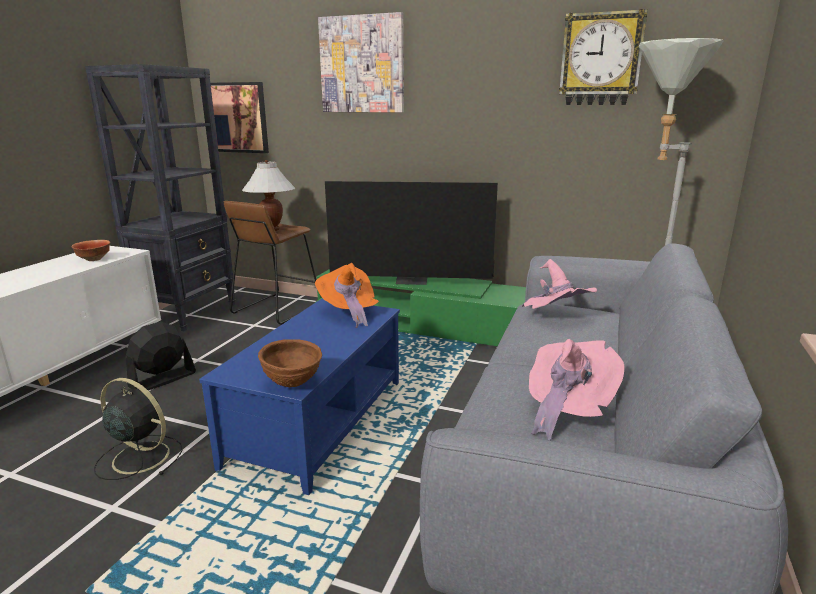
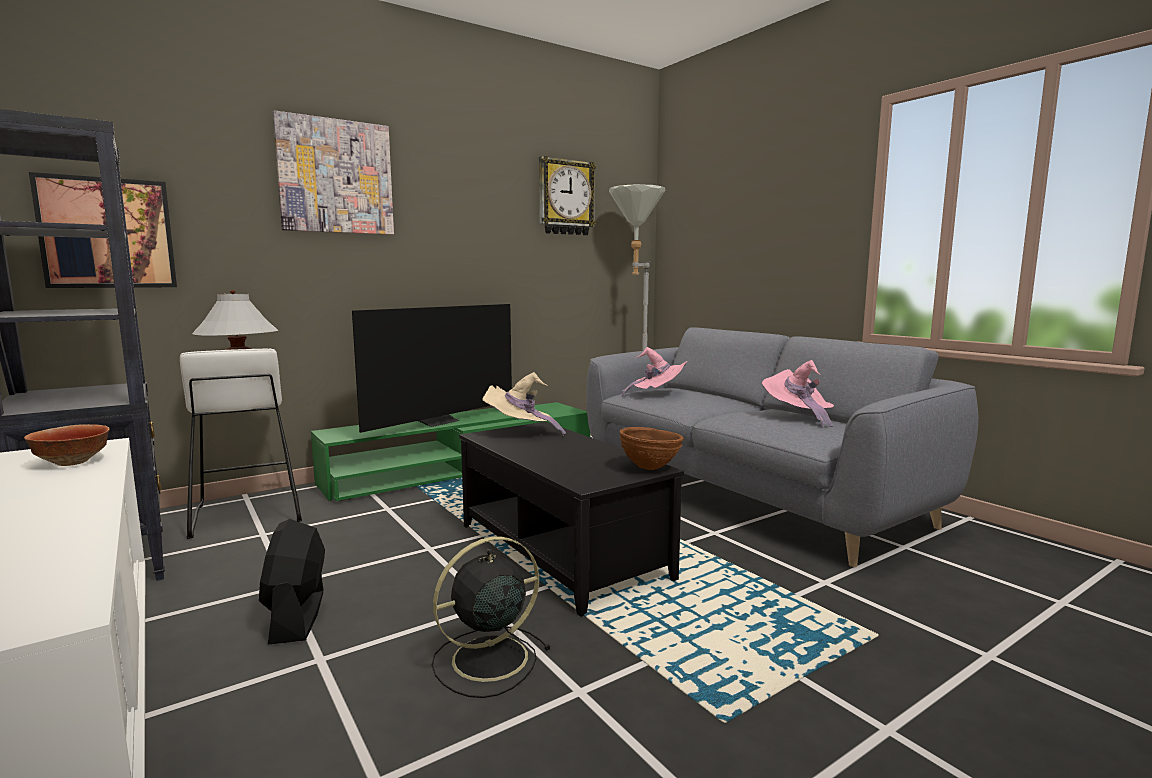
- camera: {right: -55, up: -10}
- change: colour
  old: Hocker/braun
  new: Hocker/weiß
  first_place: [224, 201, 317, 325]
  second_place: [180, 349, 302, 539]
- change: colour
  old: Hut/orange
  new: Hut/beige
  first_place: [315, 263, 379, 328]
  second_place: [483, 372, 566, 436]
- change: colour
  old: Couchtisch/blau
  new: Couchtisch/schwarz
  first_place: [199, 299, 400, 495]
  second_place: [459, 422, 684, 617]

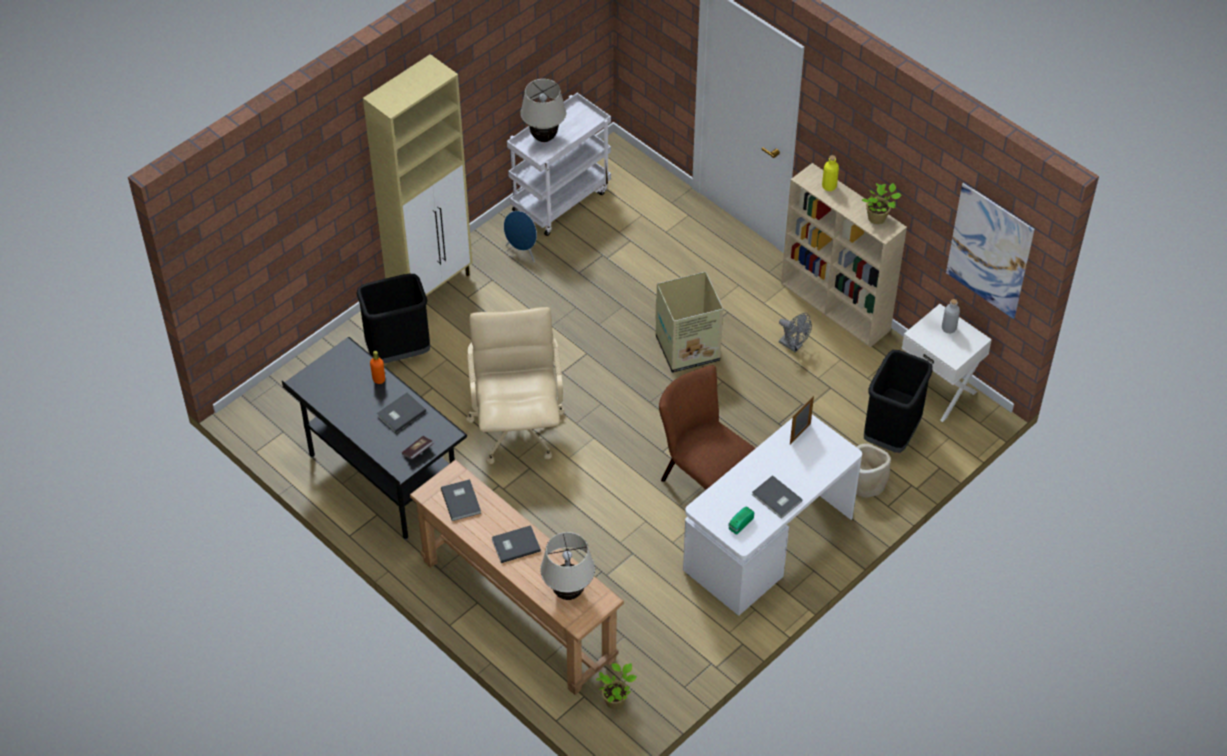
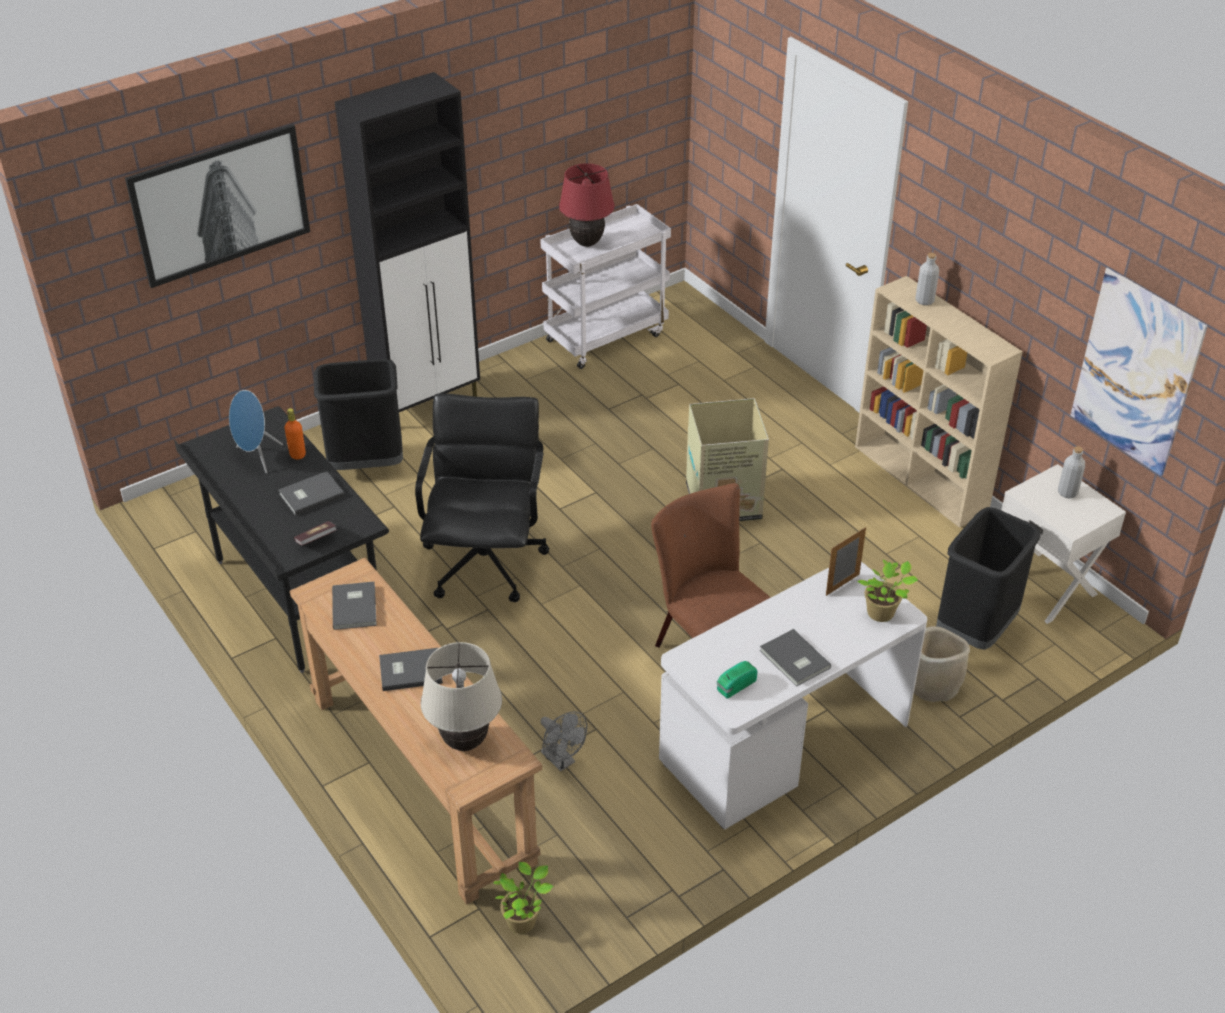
- camera: {right: 10, up: -10}
- change: colour
  old: Schrank/beige
  new: Schrank/schwarz
  first_place: [363, 54, 472, 296]
  second_place: [335, 72, 480, 412]
- change: colour
  old: Tischlampe/beige
  new: Tischlampe/rot
  first_place: [520, 79, 566, 142]
  second_place: [559, 163, 615, 247]
- change: colour
  old: Flasche/gelb
  new: Flasche/grau
  first_place: [822, 155, 839, 191]
  second_place: [916, 253, 939, 305]
- change: relocated
  old: Topfpflanze
  first_place: [861, 183, 902, 224]
  second_place: [857, 560, 918, 622]
- change: relocated
  old: Lautsprecher/blau
  first_place: [504, 211, 537, 262]
  second_place: [229, 390, 283, 473]
- change: colour
  old: Bürostuhl/beige
  new: Bürostuhl/schwarz
  first_place: [466, 307, 564, 464]
  second_place: [415, 393, 550, 602]
- change: relocated
  old: Ventilator/grau
  first_place: [779, 313, 812, 353]
  second_place: [540, 711, 587, 771]
- change: appeared
  new: Bild
  second_place: [125, 124, 310, 288]

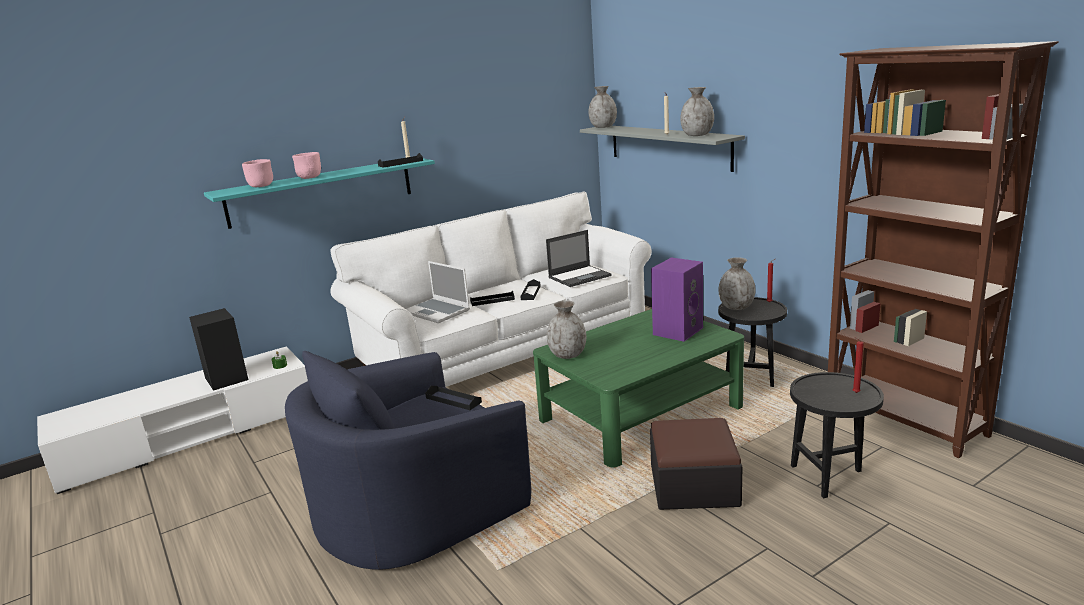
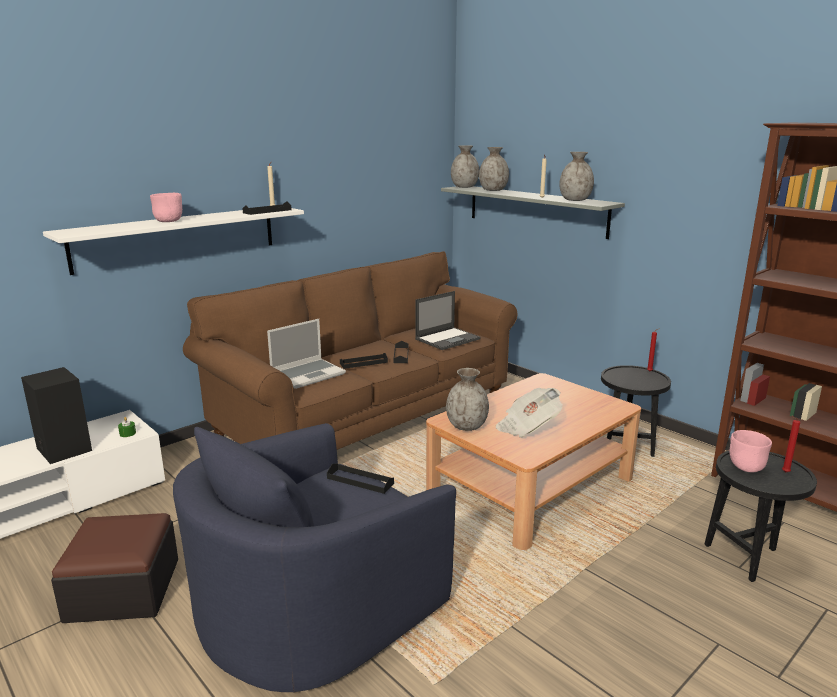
- camera: {right: -10, up: 0}
- change: colour
  old: Wandregal/türkis
  new: Wandregal/weiß
  first_place: [204, 158, 435, 229]
  second_place: [43, 208, 304, 275]
- change: relocated
  old: Schüssel/rosa
  first_place: [242, 159, 273, 187]
  second_place: [730, 430, 772, 472]
- change: colour
  old: Sofa/weiß
  new: Sofa/braun
  first_place: [330, 192, 652, 387]
  second_place: [183, 251, 517, 450]
- change: relocated
  old: Vase/grau
  first_place: [718, 257, 755, 310]
  second_place: [479, 147, 509, 191]
- change: missing
  old: Lautsprecher/lila
  first_place: [651, 258, 703, 342]
- change: spun
  old: Laptop
  first_place: [406, 261, 470, 323]
  second_place: [267, 319, 346, 389]
  degrees: -75
- change: colour
  old: Couchtisch/grün
  new: Couchtisch/braun
  first_place: [533, 309, 744, 468]
  second_place: [426, 373, 641, 550]
- change: relocated
  old: Polsterhocker
  first_place: [650, 418, 743, 510]
  second_place: [51, 513, 178, 623]
- change: appeared
  new: Zeitung
  second_place: [496, 388, 563, 437]

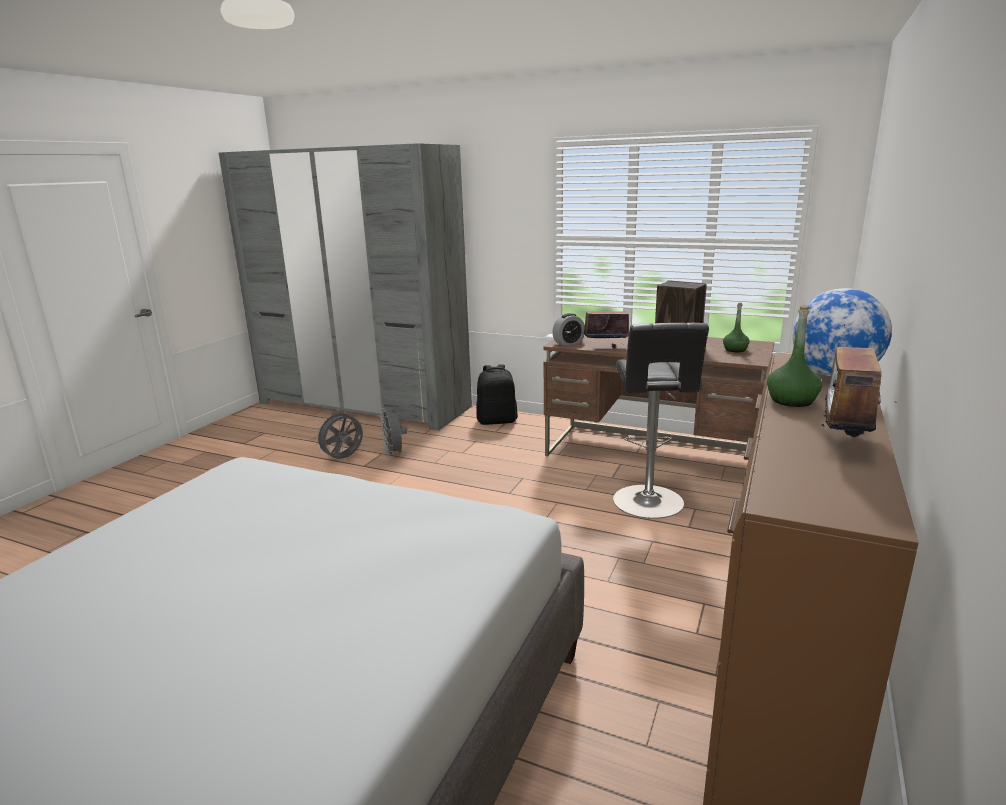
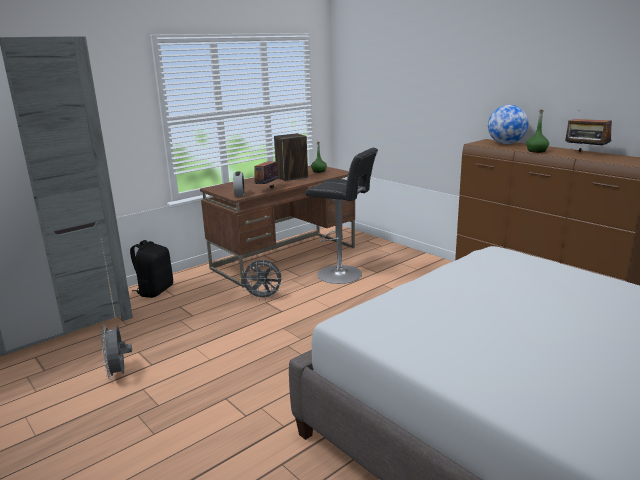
- camera: {right: -65, up: 0}
- change: relocated
  old: Ventilator/grau
  first_place: [379, 408, 407, 458]
  second_place: [240, 260, 283, 300]

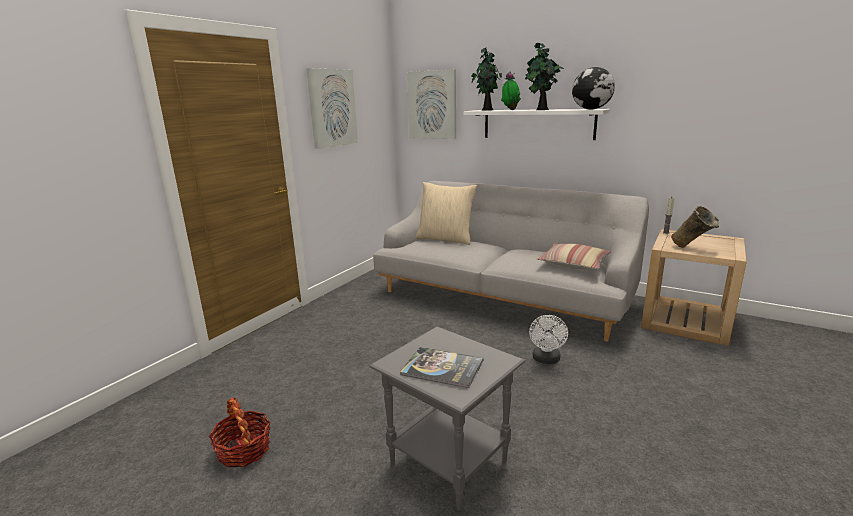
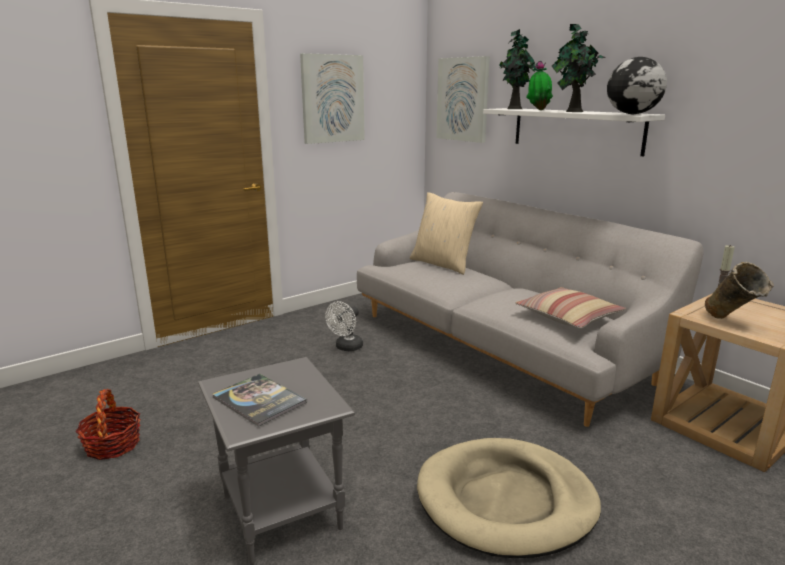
- camera: {right: 20, up: 0}
- change: relocated
  old: Ventilator/weiß
  first_place: [529, 315, 568, 364]
  second_place: [325, 301, 363, 351]
- change: appeared
  new: Hundebett/beige
  second_place: [417, 438, 601, 558]

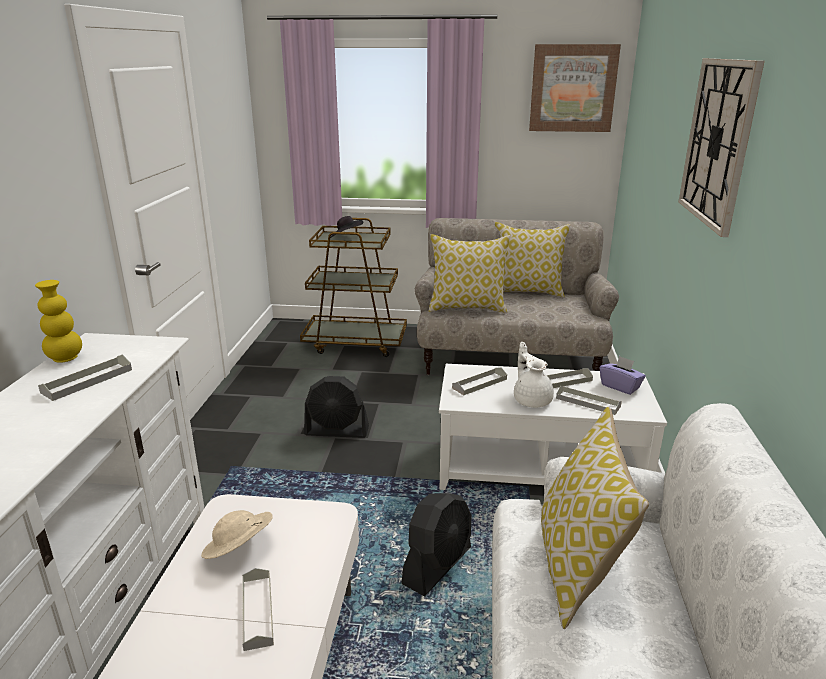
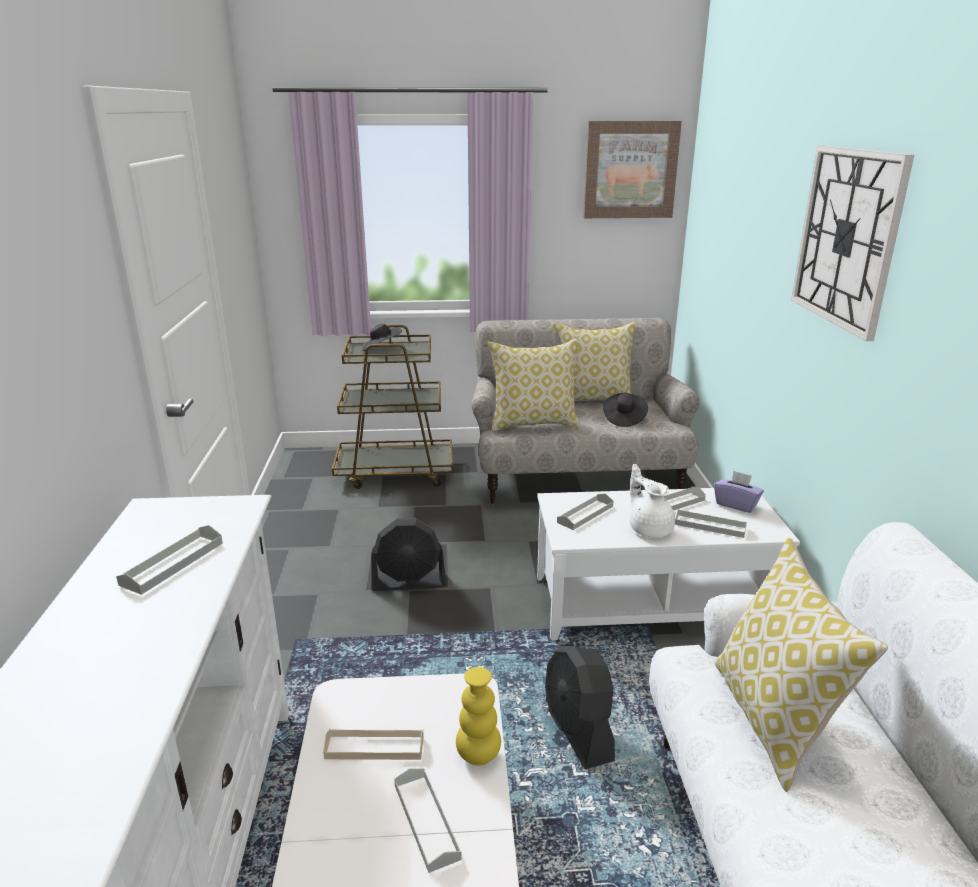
- camera: {right: -10, up: 0}
- change: relocated
  old: Vase/gelb
  first_place: [35, 280, 82, 363]
  second_place: [456, 667, 501, 766]
- change: spun
  old: Ventilator/schwarz
  first_place: [401, 493, 472, 597]
  second_place: [545, 646, 615, 769]
  degrees: 135
- change: exchanged
  old: Hut/beige
  new: Tablett/beige
  first_place: [201, 510, 273, 559]
  second_place: [323, 729, 424, 760]
- change: appeared
  new: Hut/schwarz
  second_place: [603, 393, 648, 427]

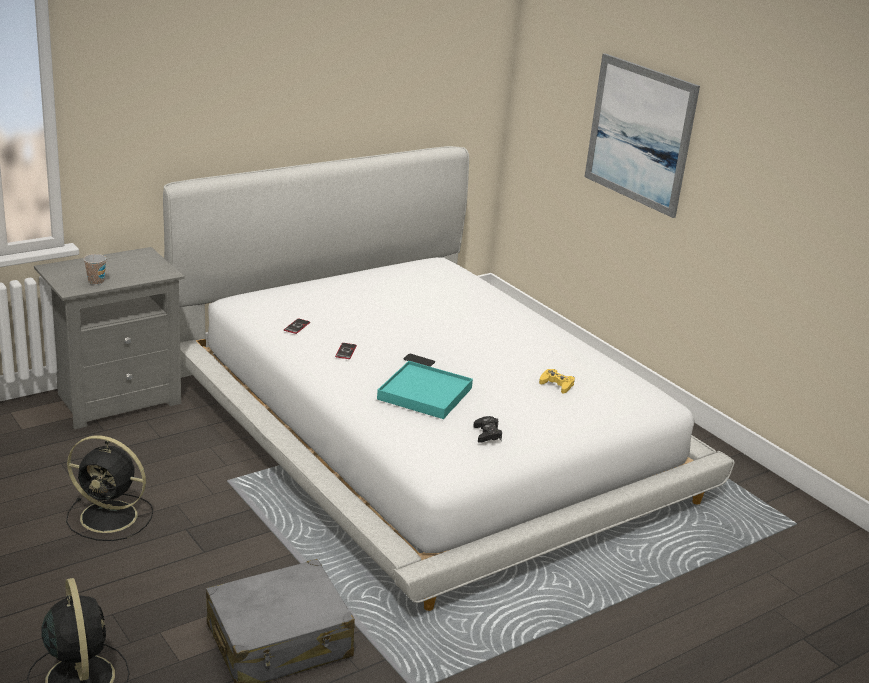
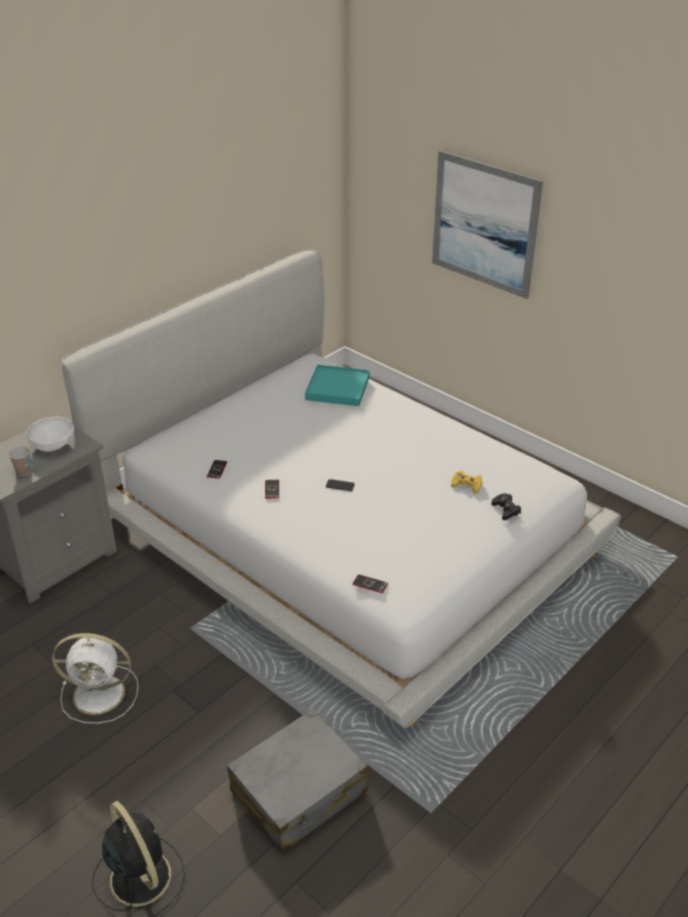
- camera: {right: -10, up: 10}
- change: relocated
  old: Tablett/türkis
  first_place: [377, 361, 473, 419]
  second_place: [305, 365, 370, 406]
- change: relocated
  old: Gamepad/schwarz
  first_place: [473, 416, 502, 443]
  second_place: [491, 493, 521, 520]
- change: colour
  old: Ventilator/schwarz
  new: Ventilator/weiß
  first_place: [66, 435, 153, 541]
  second_place: [52, 633, 138, 724]
- change: appeared
  new: Schüssel/weiß
  second_place: [27, 417, 74, 452]
- change: appeared
  new: Handy
  second_place: [353, 574, 388, 593]

